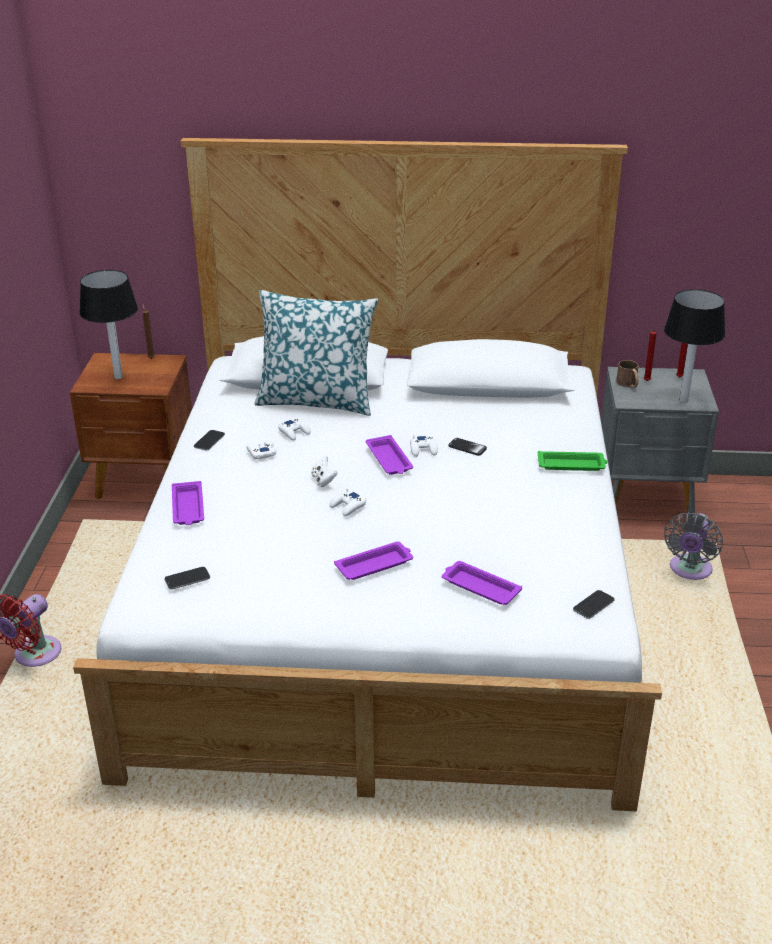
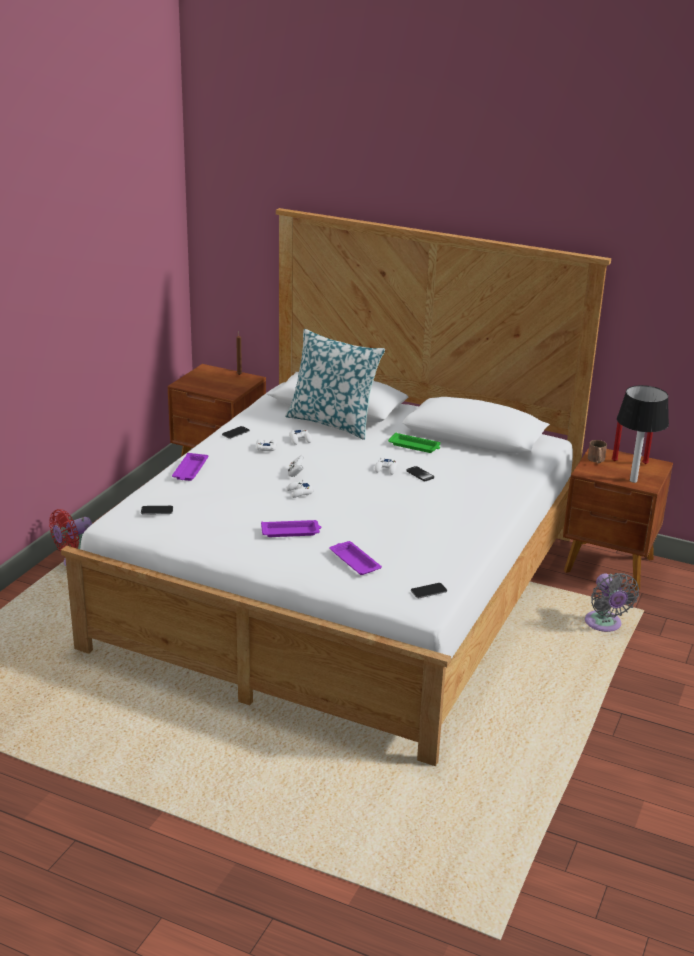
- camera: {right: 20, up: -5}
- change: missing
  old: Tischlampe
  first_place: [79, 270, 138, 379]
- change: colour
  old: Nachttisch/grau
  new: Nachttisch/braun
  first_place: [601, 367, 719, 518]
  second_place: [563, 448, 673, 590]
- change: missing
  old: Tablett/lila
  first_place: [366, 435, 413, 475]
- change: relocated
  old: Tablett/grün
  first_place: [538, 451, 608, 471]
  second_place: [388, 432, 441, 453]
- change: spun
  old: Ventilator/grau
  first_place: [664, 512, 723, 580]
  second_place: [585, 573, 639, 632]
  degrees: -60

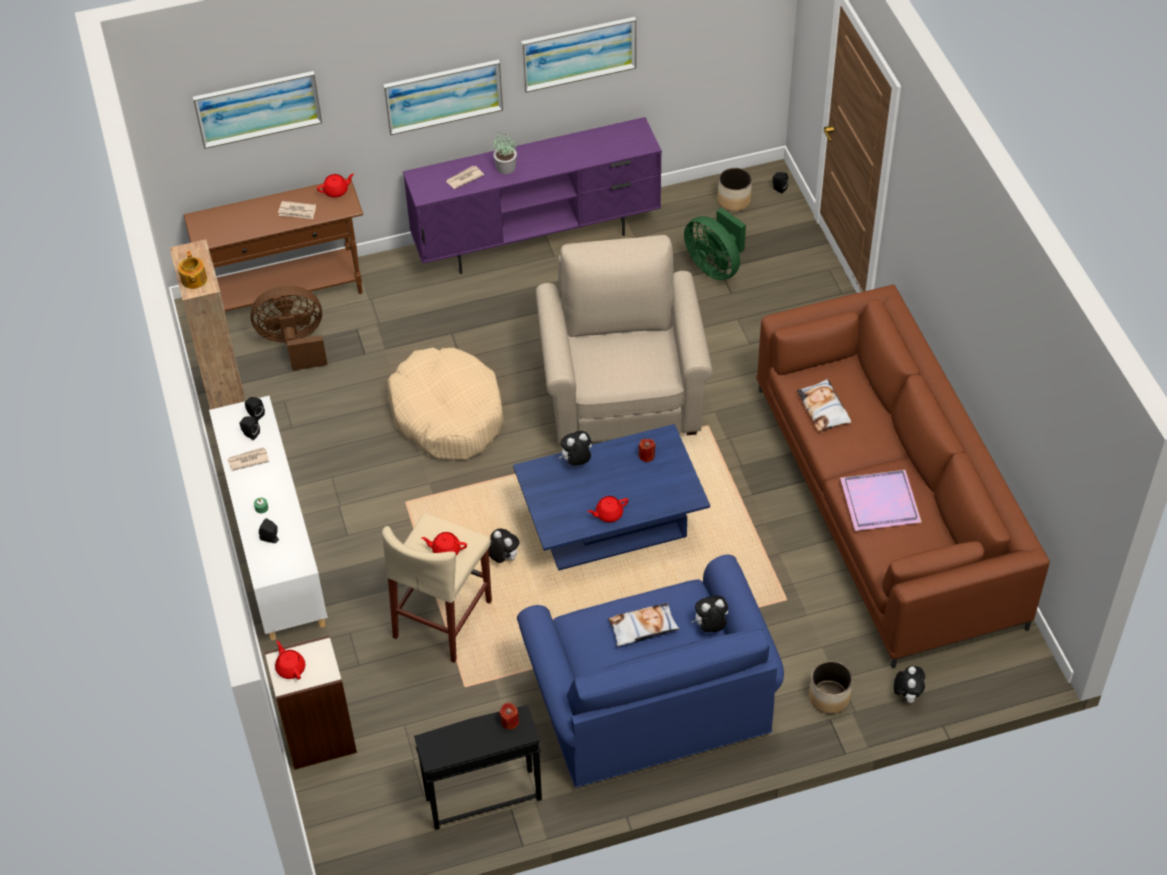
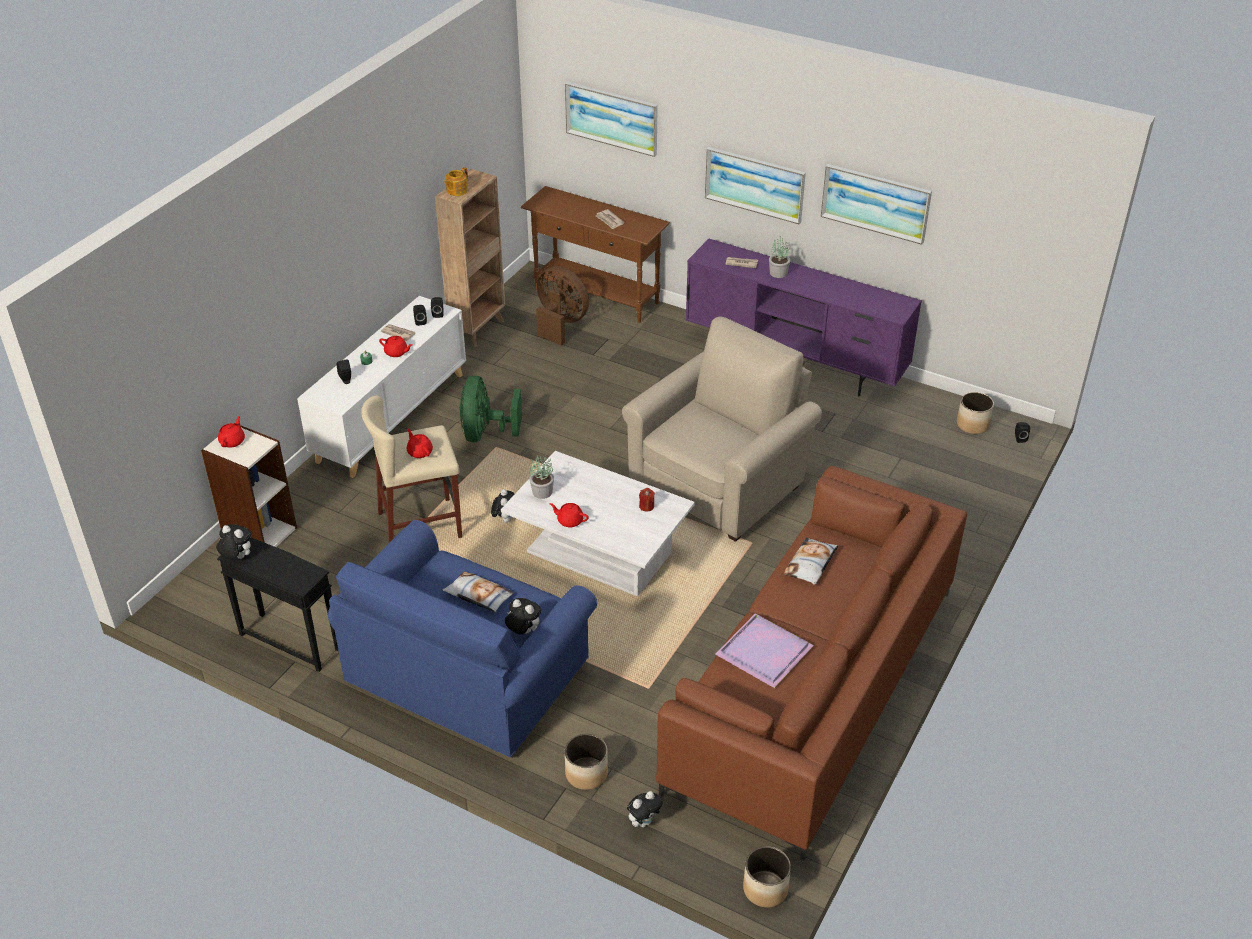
- camera: {right: 45, up: -10}
- change: relocated
  old: Teekanne/rot
  first_place: [317, 173, 354, 198]
  second_place: [379, 336, 412, 357]
- change: relocated
  old: Ventilator/grün
  first_place: [684, 207, 746, 280]
  second_place: [460, 376, 522, 443]
- change: missing
  old: Hundebett/beige
  first_place: [388, 347, 503, 461]
- change: colour
  old: Couchtisch/blau
  new: Couchtisch/weiß
  first_place: [513, 424, 710, 571]
  second_place: [501, 451, 695, 597]
- change: relocated
  old: Plüschtier
  first_place: [559, 431, 592, 466]
  second_place: [216, 524, 251, 559]
- change: missing
  old: Kerze/rot
  first_place: [499, 702, 519, 730]
- change: appeared
  new: Topfpflanze
  second_place: [529, 455, 554, 499]
- change: appeared
  new: Pflanzkübel
  second_place: [743, 846, 791, 907]

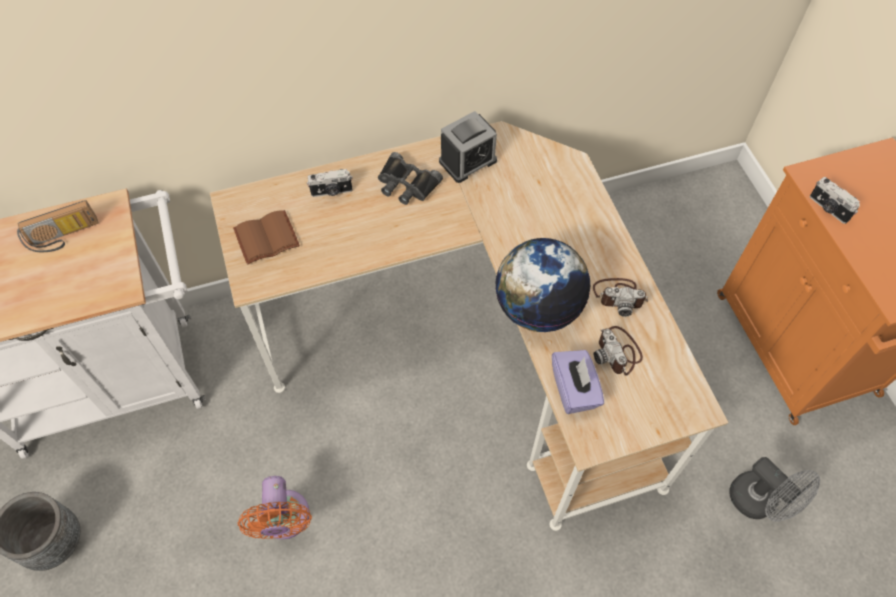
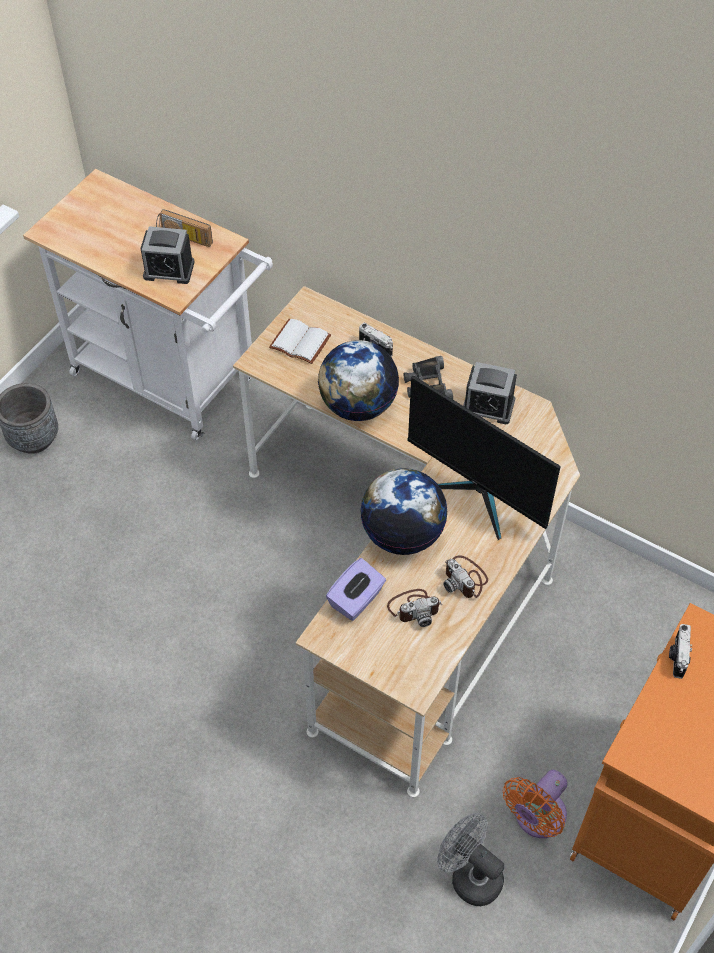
- camera: {right: 50, up: -5}
- change: colour
  old: Buch/braun
  new: Buch/weiß
  first_place: [233, 210, 300, 264]
  second_place: [269, 319, 331, 364]
- change: spun
  old: Kamera
  first_place: [594, 326, 643, 376]
  second_place: [387, 589, 443, 627]
  degrees: -135
- change: spun
  old: Ventilator/grau
  first_place: [729, 457, 820, 522]
  second_place: [437, 813, 504, 906]
  degrees: 120
- change: relocated
  old: Ventilator/orange
  first_place: [238, 476, 312, 540]
  second_place: [503, 770, 568, 838]
- change: appeared
  new: Wecker
  second_place: [141, 226, 195, 284]
- change: appeared
  new: Globus
  second_place: [318, 340, 399, 421]
- change: appeared
  new: Monitor
  second_place: [407, 376, 561, 540]

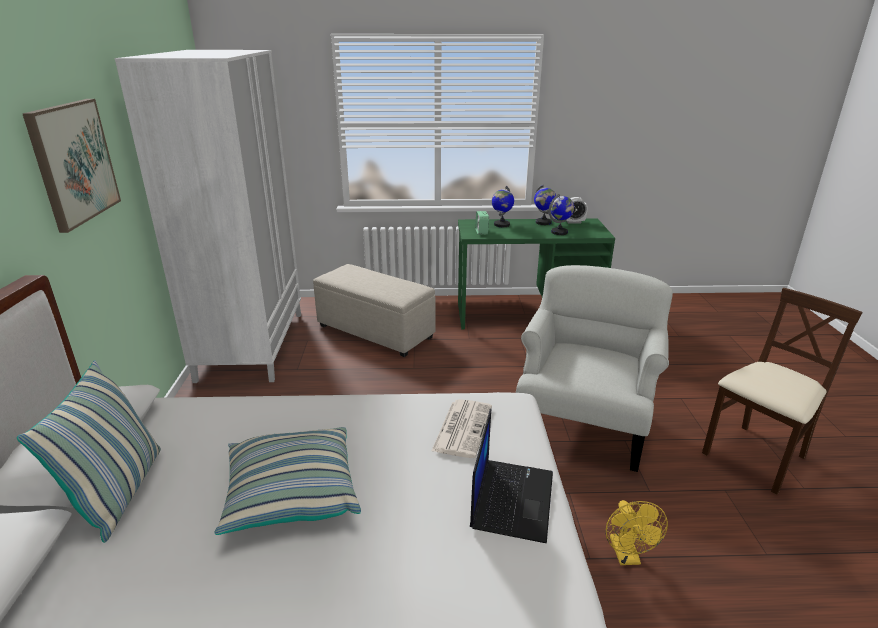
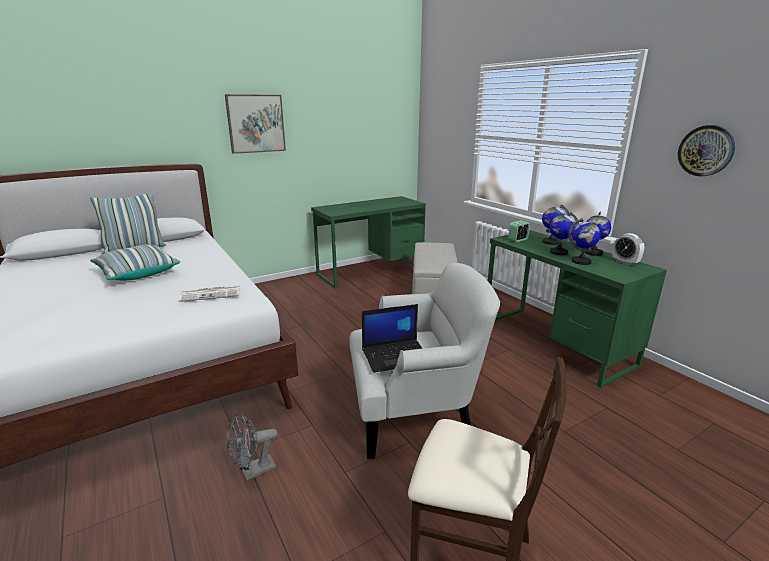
- camera: {right: 60, up: -5}
- change: exchanged
  old: Kleiderschrank/weiß
  new: Schreibtisch/grün
  first_place: [115, 50, 301, 383]
  second_place: [311, 196, 426, 288]
- change: relocated
  old: Laptop
  first_place: [470, 409, 553, 543]
  second_place: [362, 304, 423, 373]
- change: colour
  old: Ventilator/gelb
  new: Ventilator/grau
  first_place: [606, 500, 668, 565]
  second_place: [226, 413, 278, 481]
- change: appeared
  new: Wanduhr
  second_place: [678, 125, 735, 177]
- change: appeared
  new: Globus
  second_place: [549, 212, 579, 255]

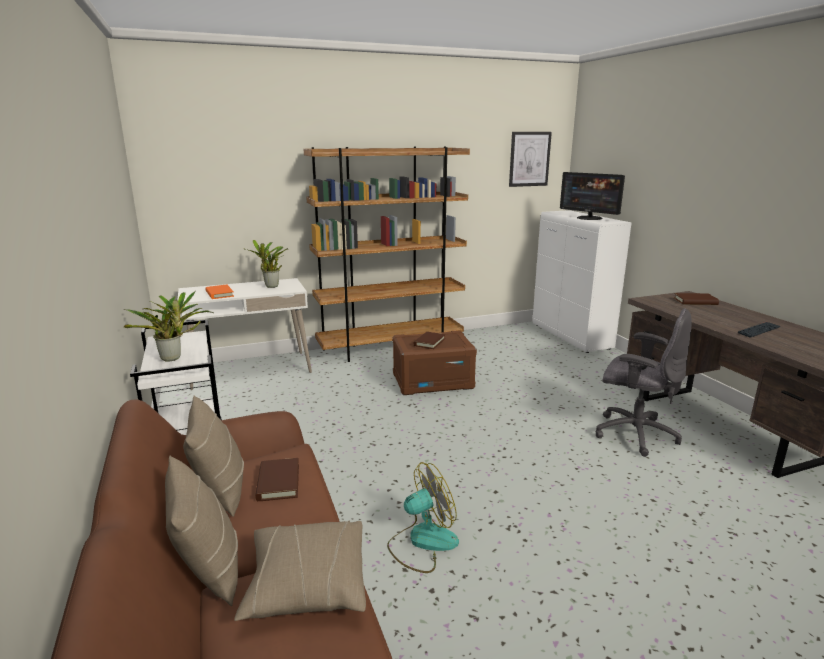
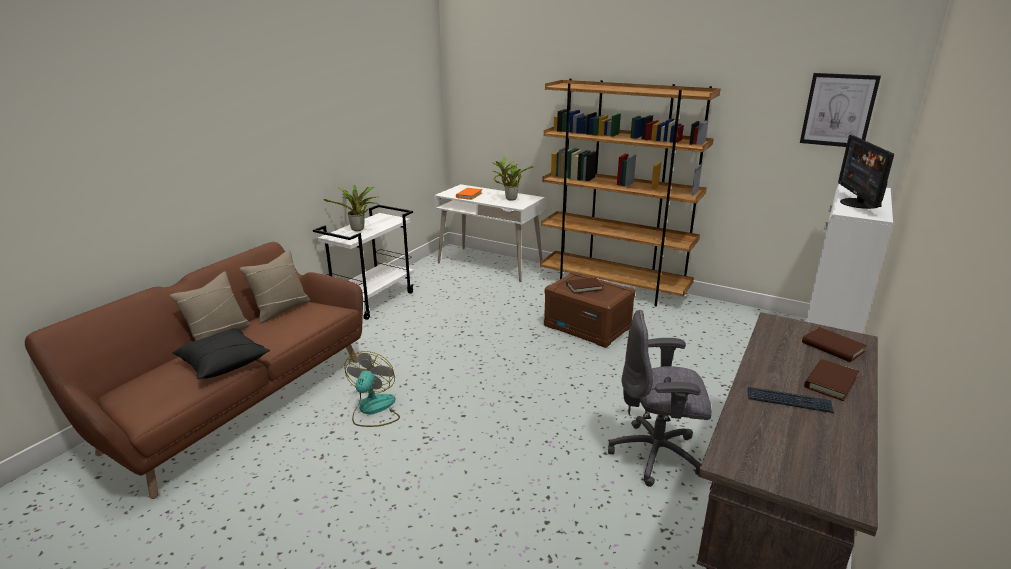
- camera: {right: 50, up: 5}
- change: spun
  old: Bürostuhl/grau
  first_place: [596, 309, 692, 457]
  second_place: [608, 310, 712, 487]
  degrees: 105
- change: relocated
  old: Buch/braun
  first_place: [255, 458, 299, 501]
  second_place: [804, 359, 859, 401]
- change: spun
  old: Ventilator
  first_place: [387, 462, 459, 573]
  second_place: [344, 351, 400, 427]
  degrees: -105
- change: colour
  old: Kissen/beige
  new: Kissen/schwarz
  first_place: [234, 521, 366, 621]
  second_place: [172, 328, 270, 379]

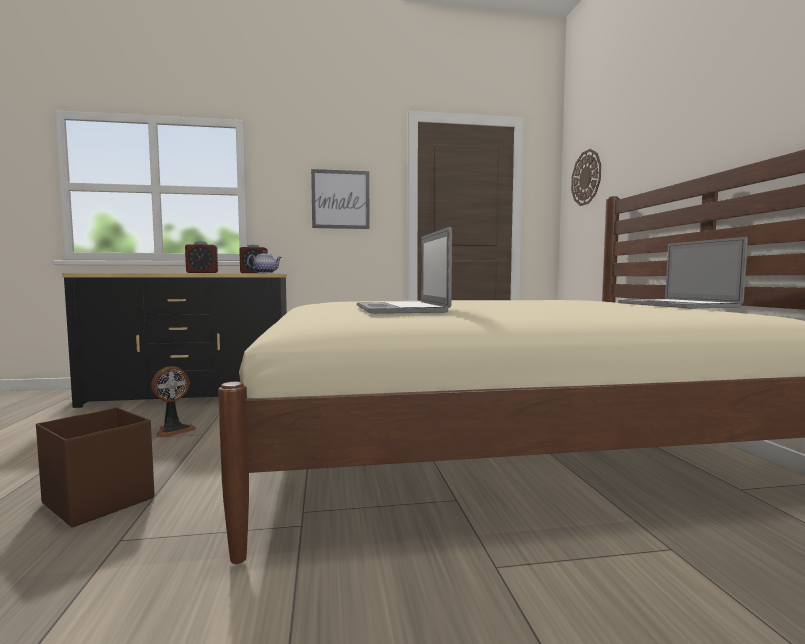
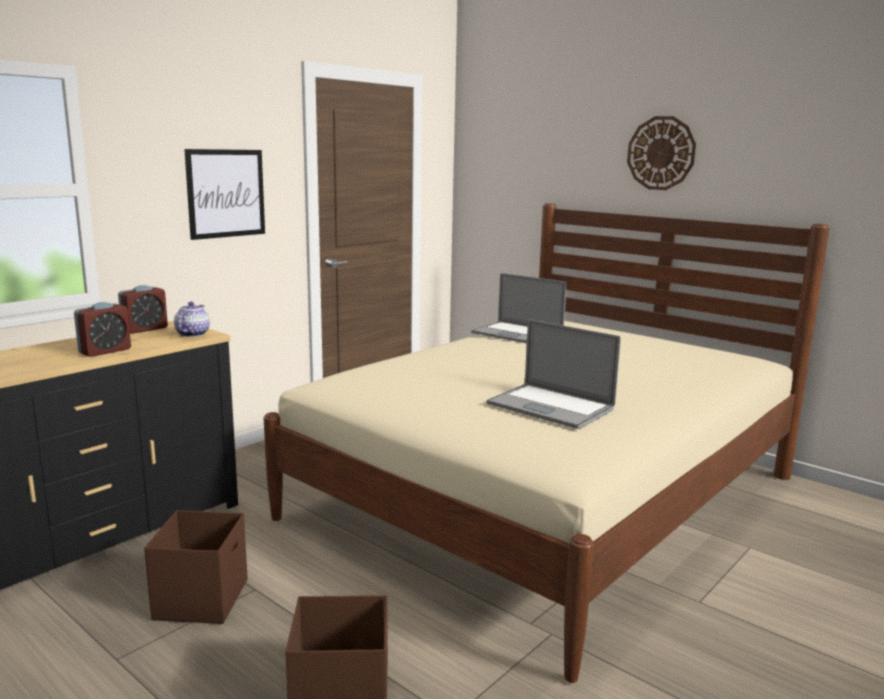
- camera: {right: -40, up: 10}
- change: relocated
  old: Wanduhr
  first_place: [571, 149, 601, 206]
  second_place: [627, 116, 696, 190]
- change: relocated
  old: Laptop
  first_place: [618, 237, 748, 308]
  second_place: [471, 273, 567, 343]
- change: exchanged
  old: Ventilator
  new: Aufbewahrungsbox/braun
  first_place: [152, 366, 196, 438]
  second_place: [144, 510, 248, 624]

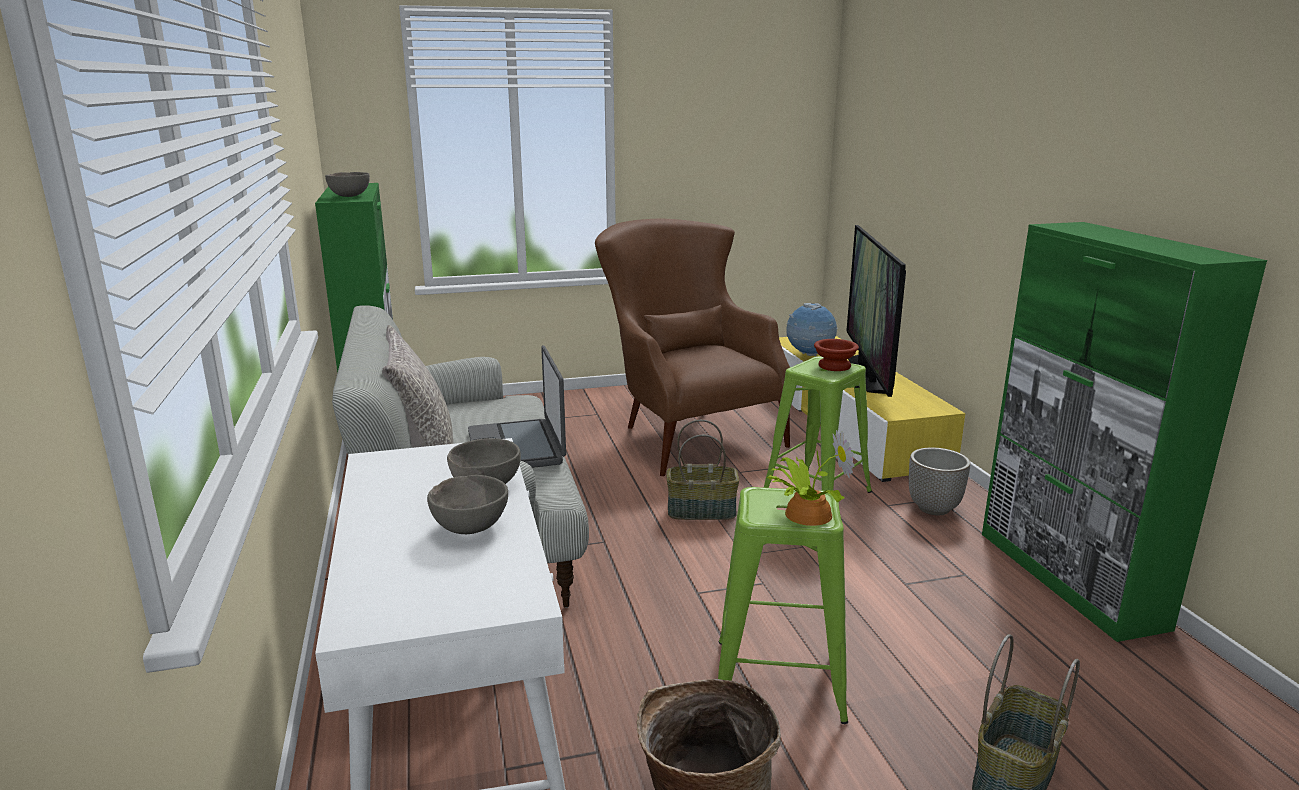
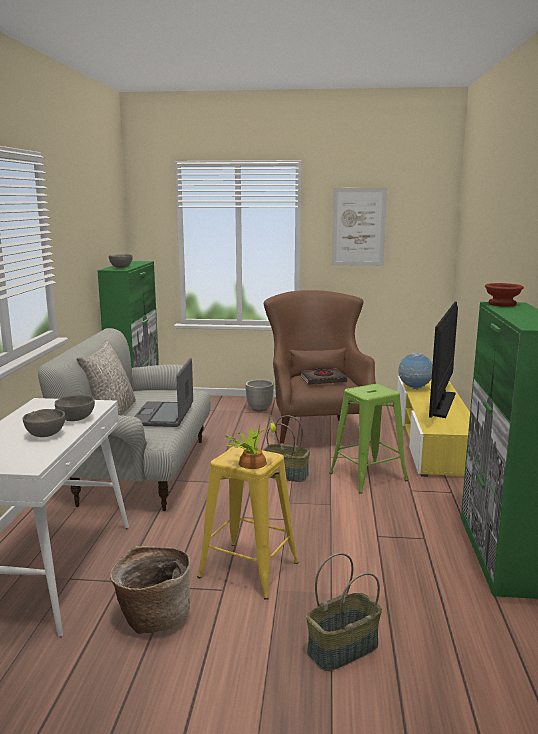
- camera: {right: 20, up: -5}
- change: relocated
  old: Schüssel/braun
  first_place: [814, 339, 859, 371]
  second_place: [485, 283, 524, 307]
- change: relocated
  old: Pflanzkübel
  first_place: [909, 447, 970, 515]
  second_place: [245, 380, 274, 412]
- change: colour
  old: Hocker/grün
  new: Hocker/gelb
  first_place: [718, 487, 848, 724]
  second_place: [197, 446, 298, 600]
- change: appeared
  new: Bild
  second_place: [332, 188, 387, 266]
- change: appeared
  new: Buch/schwarz
  second_place: [300, 368, 347, 385]

